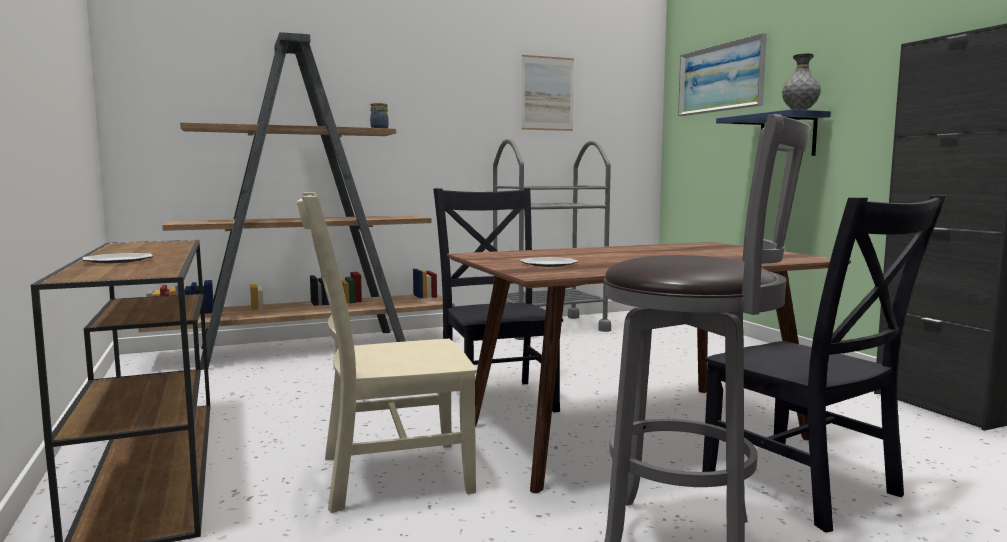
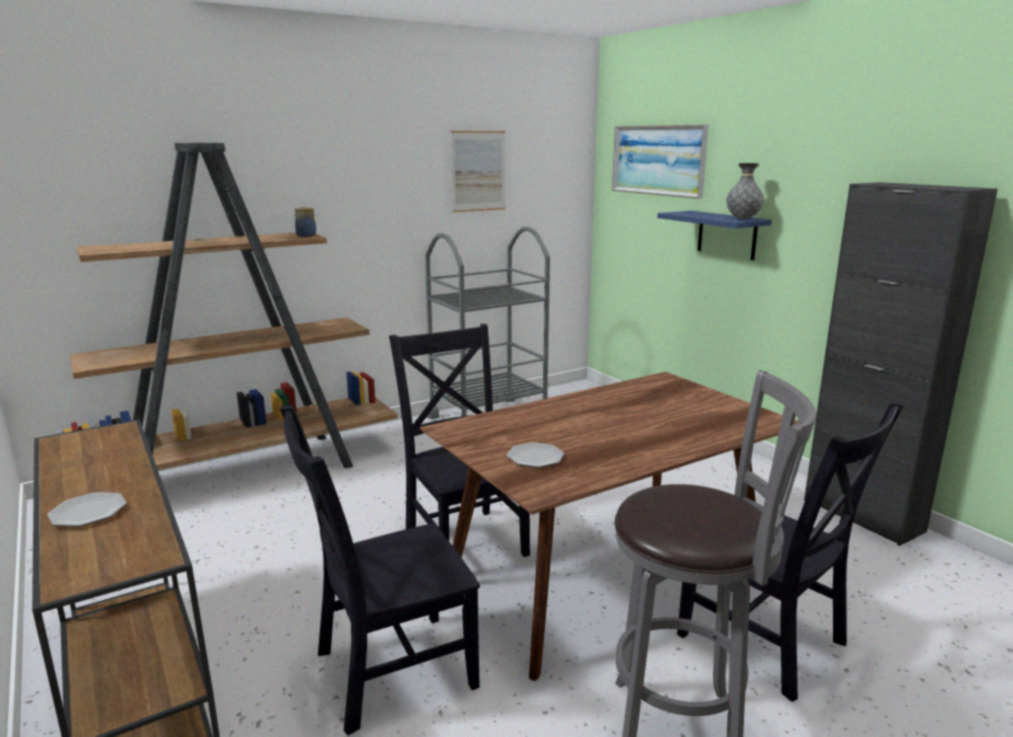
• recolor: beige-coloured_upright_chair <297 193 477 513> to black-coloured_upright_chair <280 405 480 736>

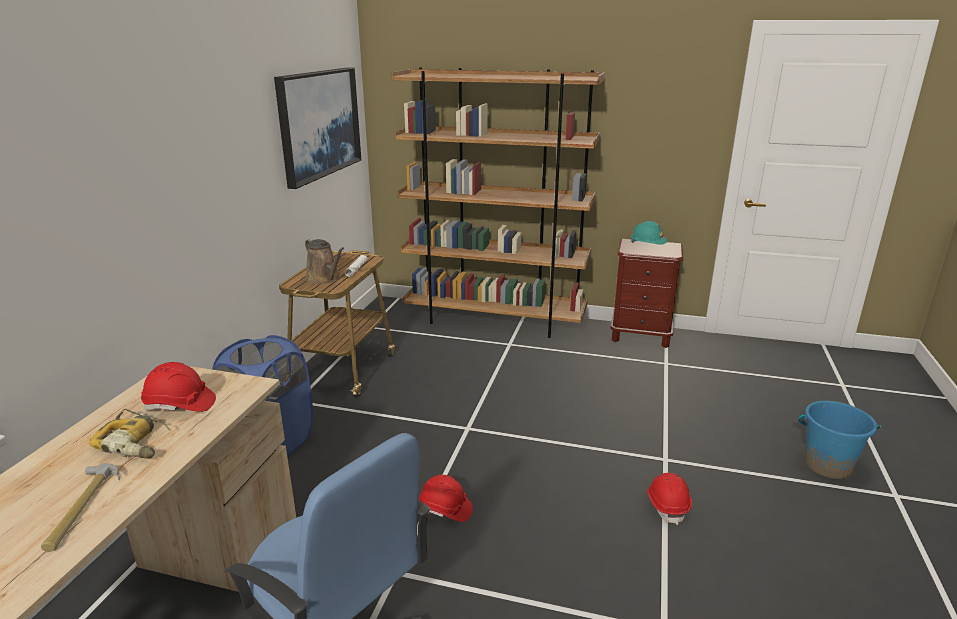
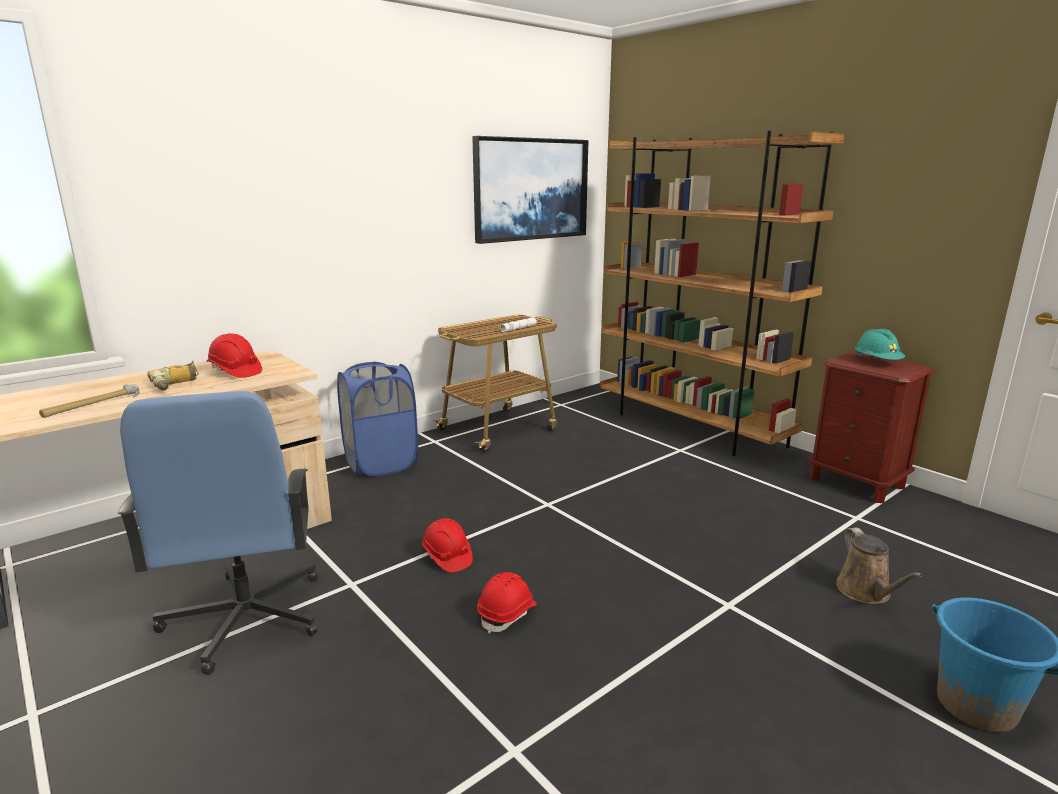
• move: brownish_sprinkling_can <305 238 344 284> to <836 528 923 604>
• move: red_work_helmet <646 473 692 525> to <477 572 537 634>

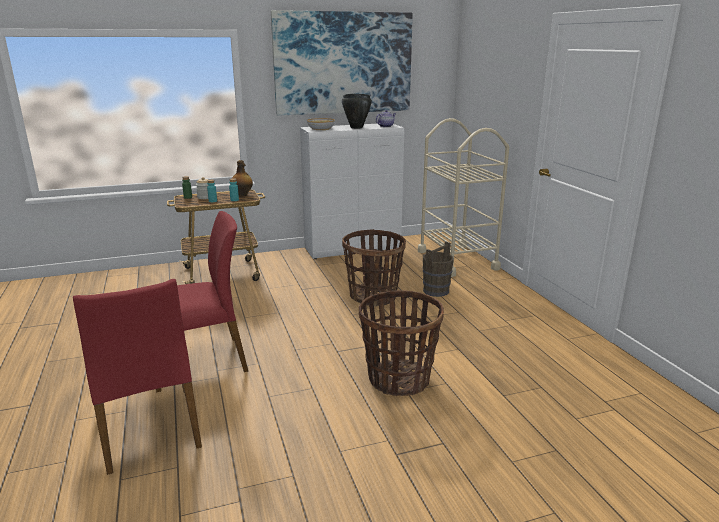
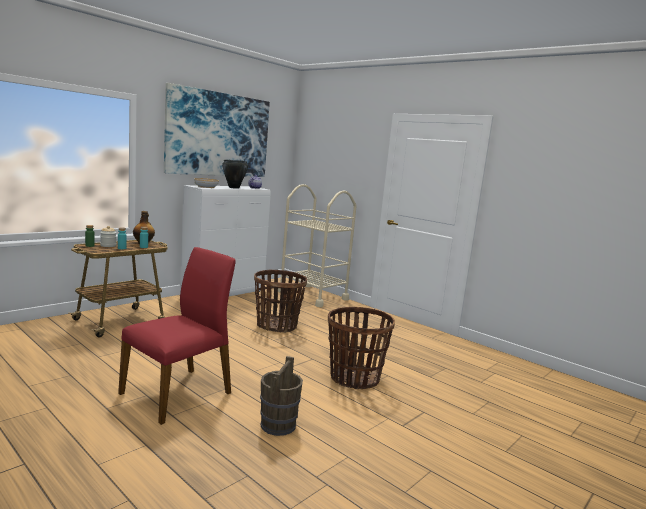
• delete: red_upright_chair <73 279 202 475>
• move: brownish_water_bucket <423 242 454 297> to <260 356 303 436>

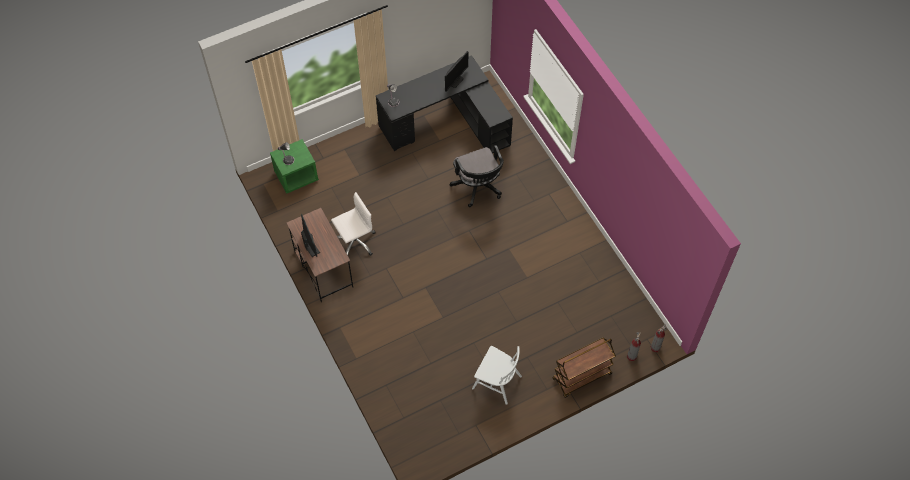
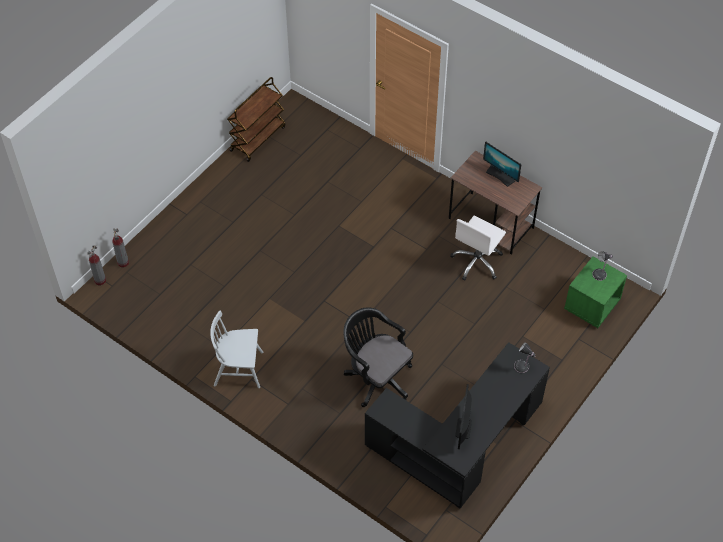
• move: white-coloured_upright_chair <472 346 522 405> to <210 311 263 388>
• move: brownish_trolley <553 338 616 398> to <227 77 286 162>

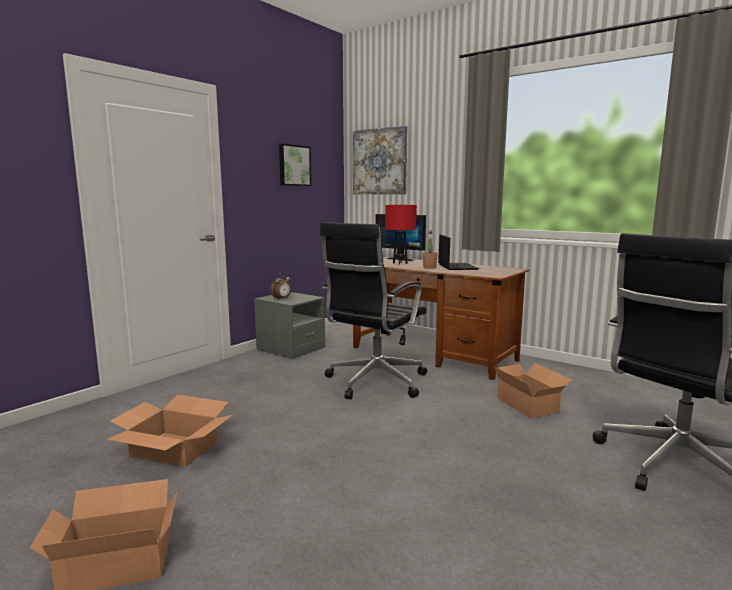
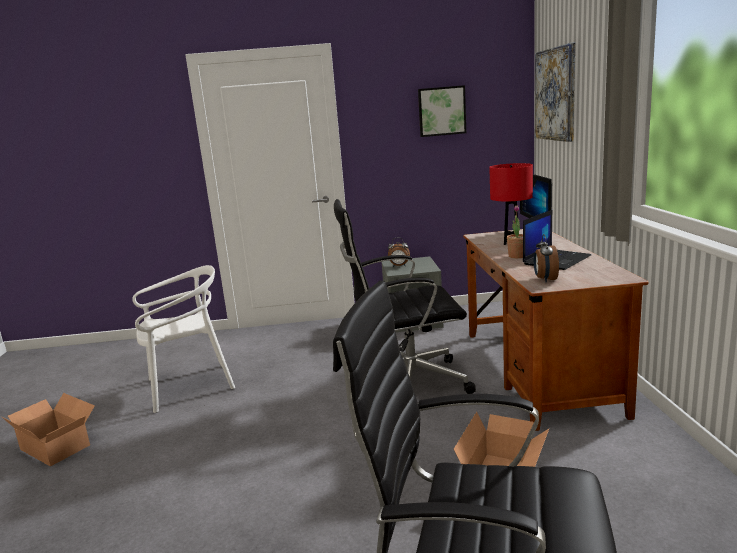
• replace: cardboard_box <106 395 233 467> to white-coloured_upright_chair <132 265 235 413>
• insert: table_clock <534 234 559 283>

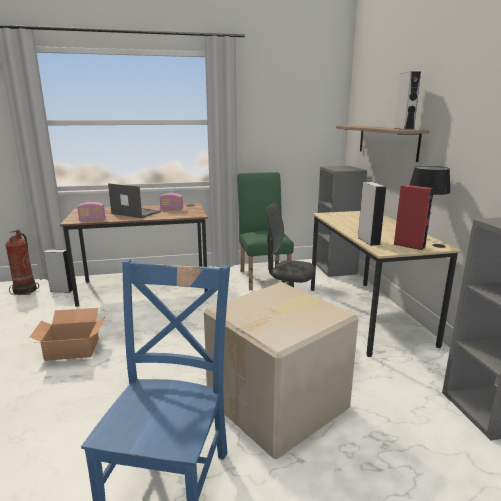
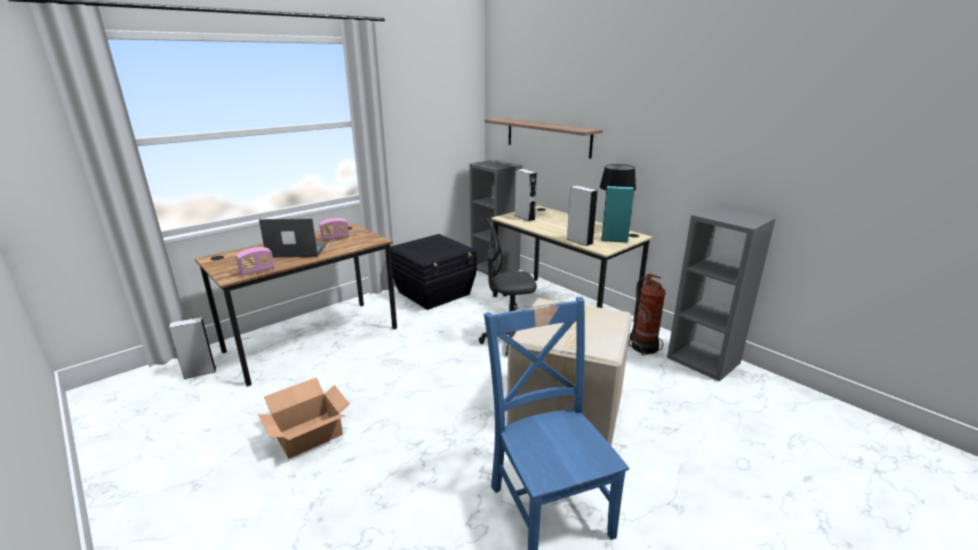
• move: fire_extinguisher <5 230 39 295> to <628 274 666 355>
• replace: green-coloured_upright_chair <237 172 294 290> to black-coloured_storage_container <390 234 477 310>
• recolor: red_audio_speaker <393 185 434 250> to turquoise_audio_speaker <601 186 634 243>
• move: gray_audio_speaker <394 71 421 130> to <515 169 537 221>

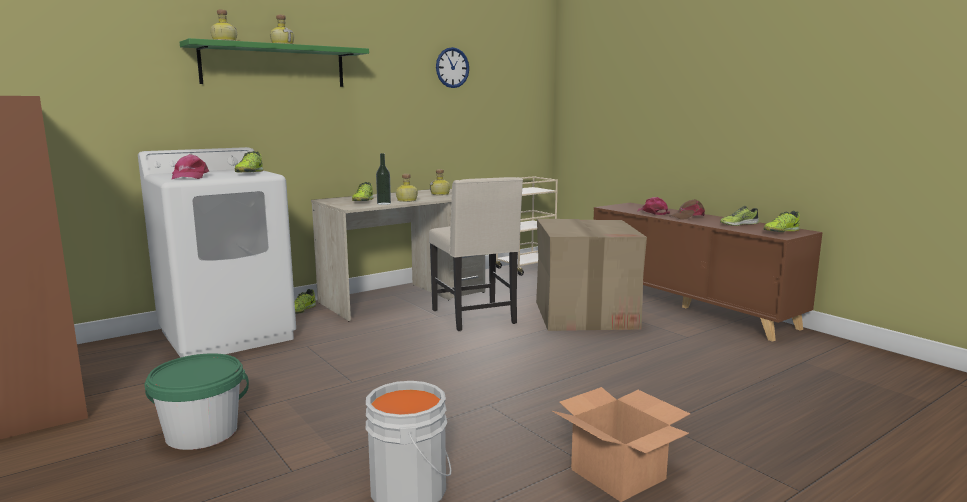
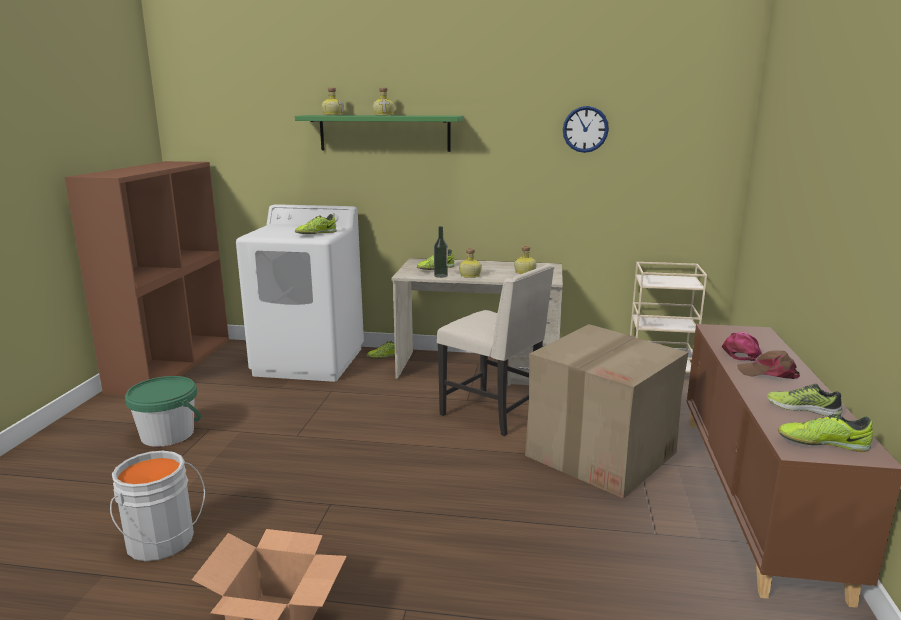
• delete: pink_peaked_cap <172 154 209 179>
• rotate: beige-coloured_upright_chair <429 177 523 331> = <437 264 554 436> 75 degrees counterclockwise

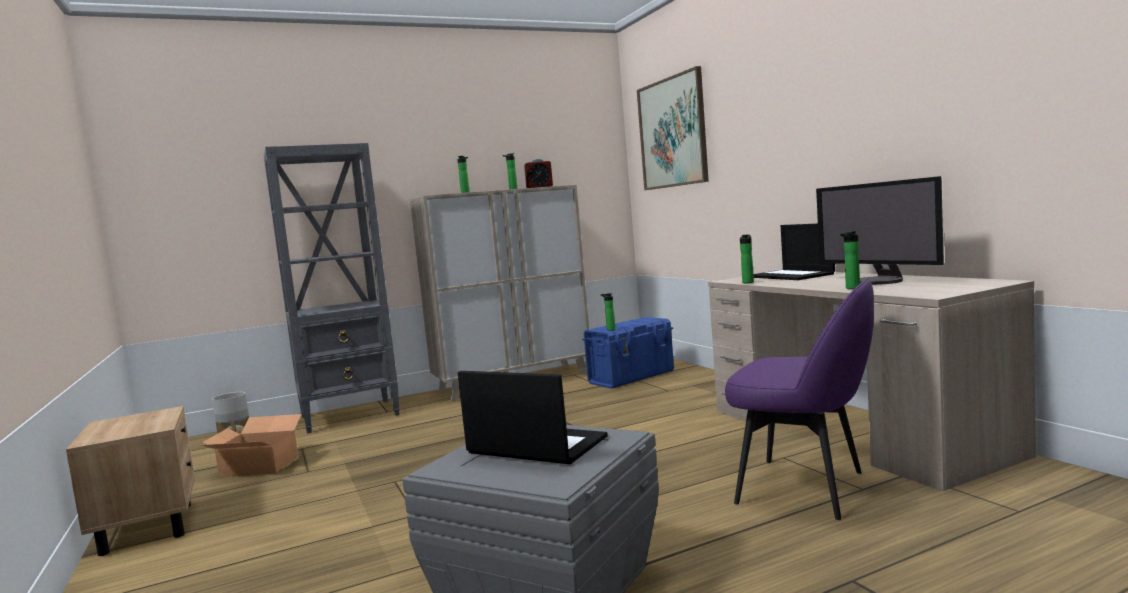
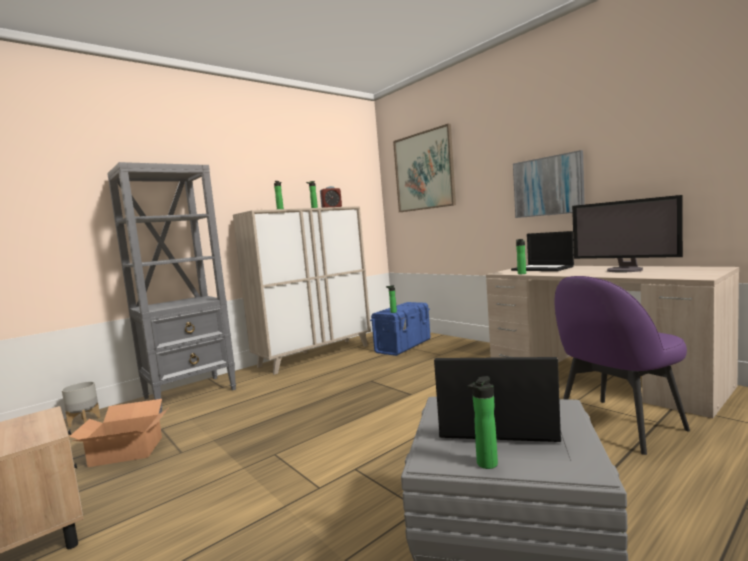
• rotate: purple-coloured_upright_chair <725 279 874 520> = <555 276 690 455> 135 degrees clockwise
• move: beverage_bottle <840 231 860 289> to <468 376 498 469>
• insert: wall_art <513 150 585 218>

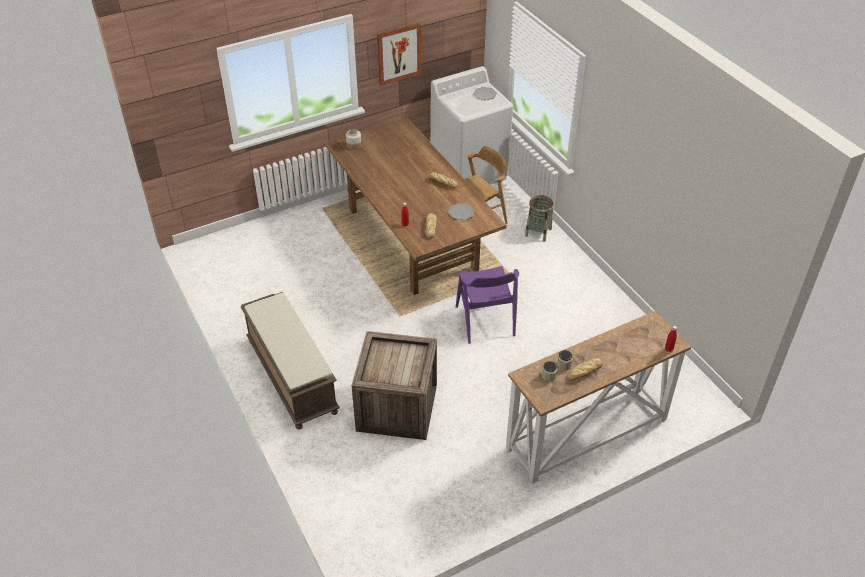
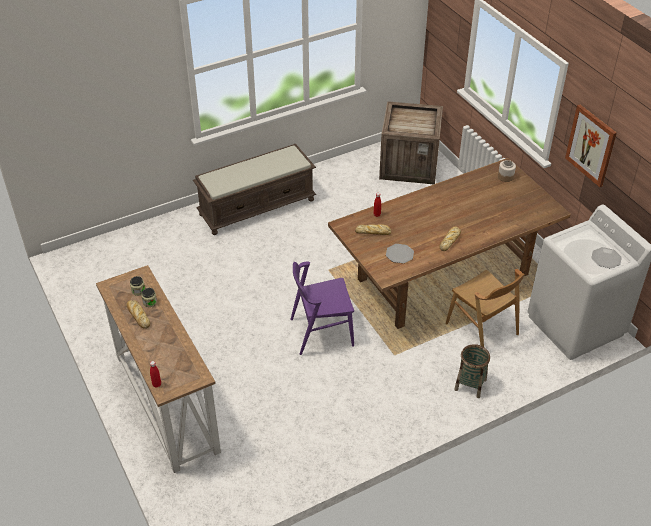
• move: packing_crate <352 331 437 440> to <379 101 443 184>

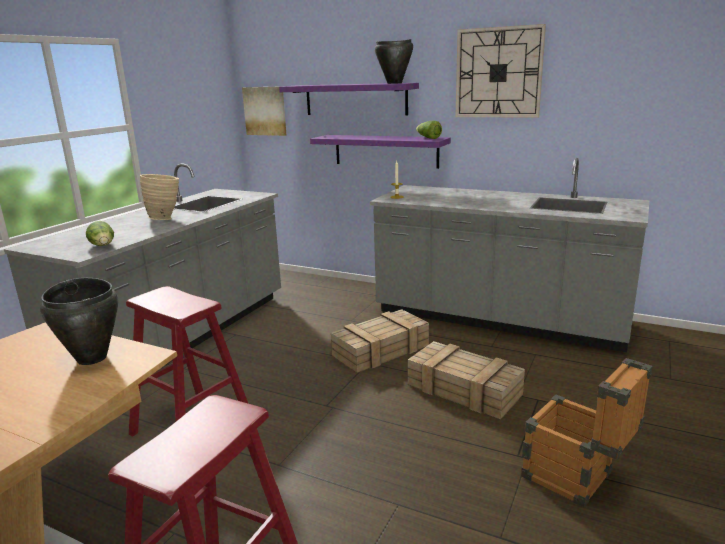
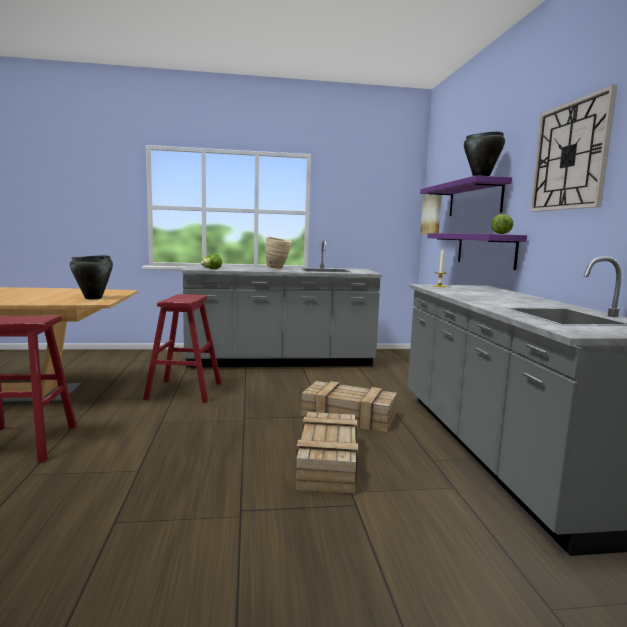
• delete: packing_crate <521 358 653 507>

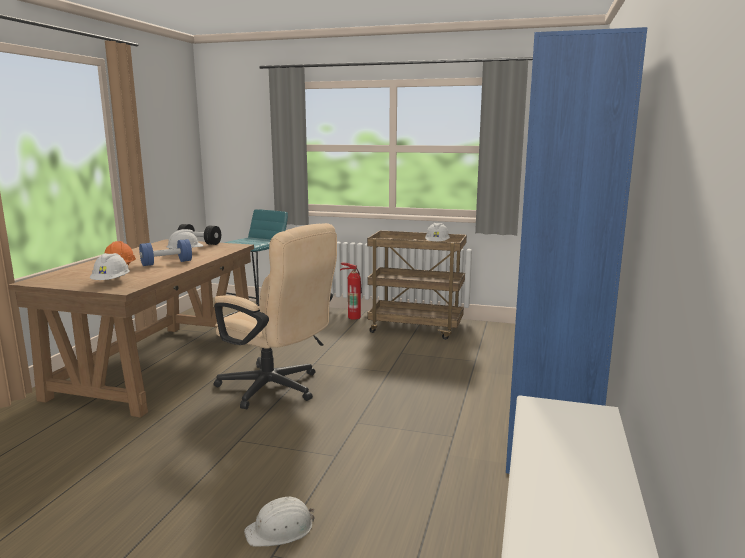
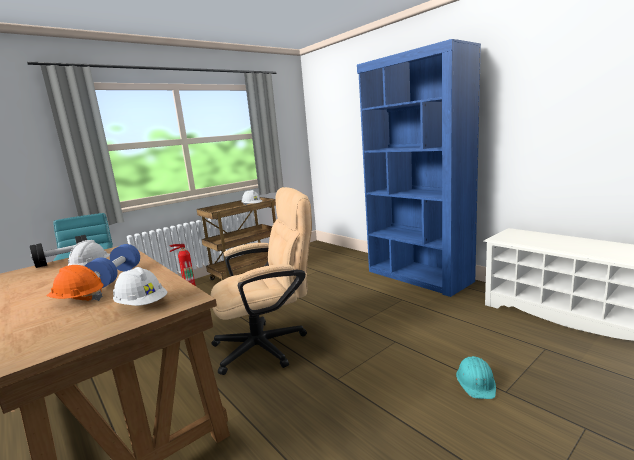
• recolor: white-coloured_work_helmet <244 497 315 547> to turquoise_work_helmet <456 356 496 399>

